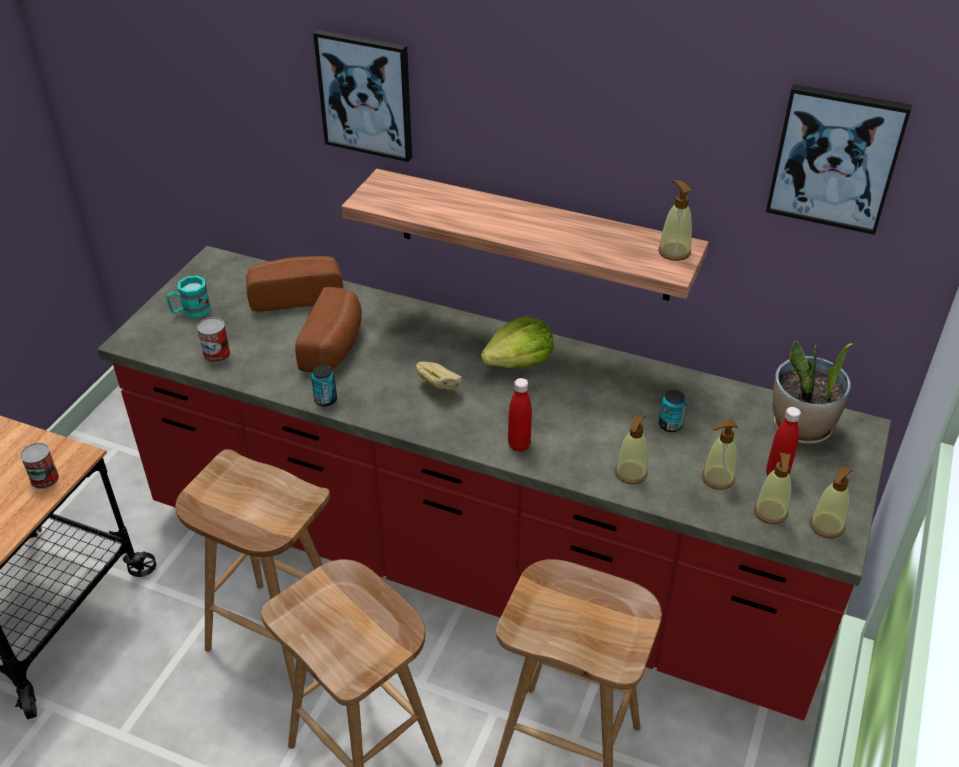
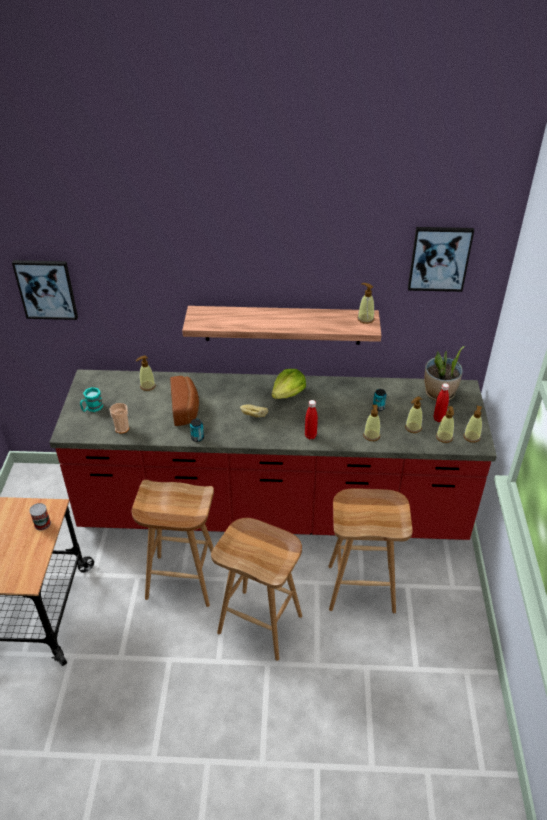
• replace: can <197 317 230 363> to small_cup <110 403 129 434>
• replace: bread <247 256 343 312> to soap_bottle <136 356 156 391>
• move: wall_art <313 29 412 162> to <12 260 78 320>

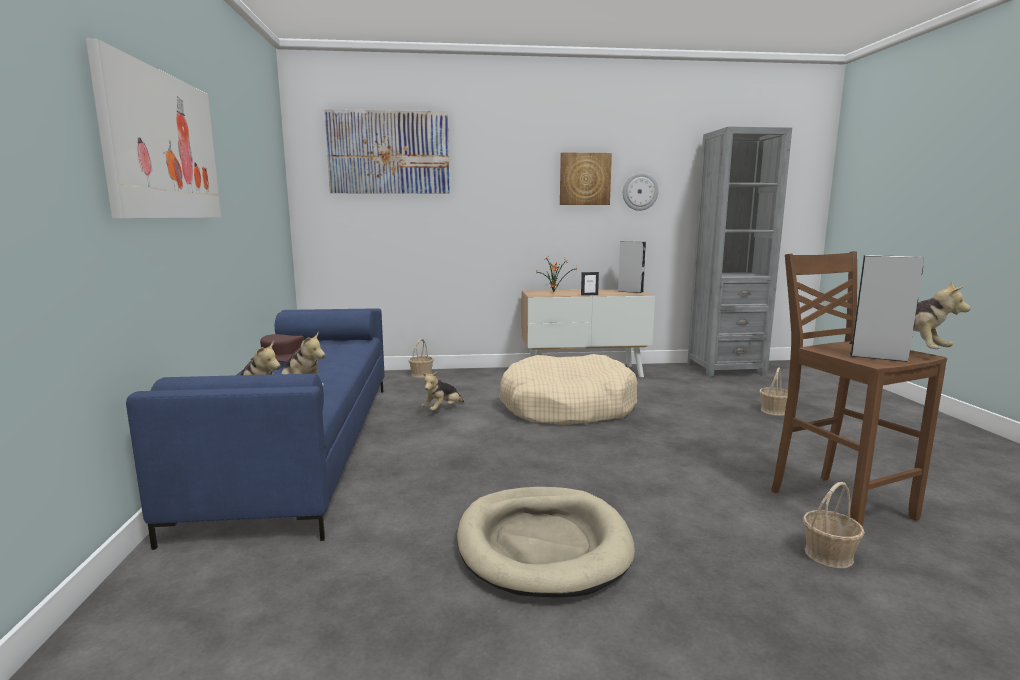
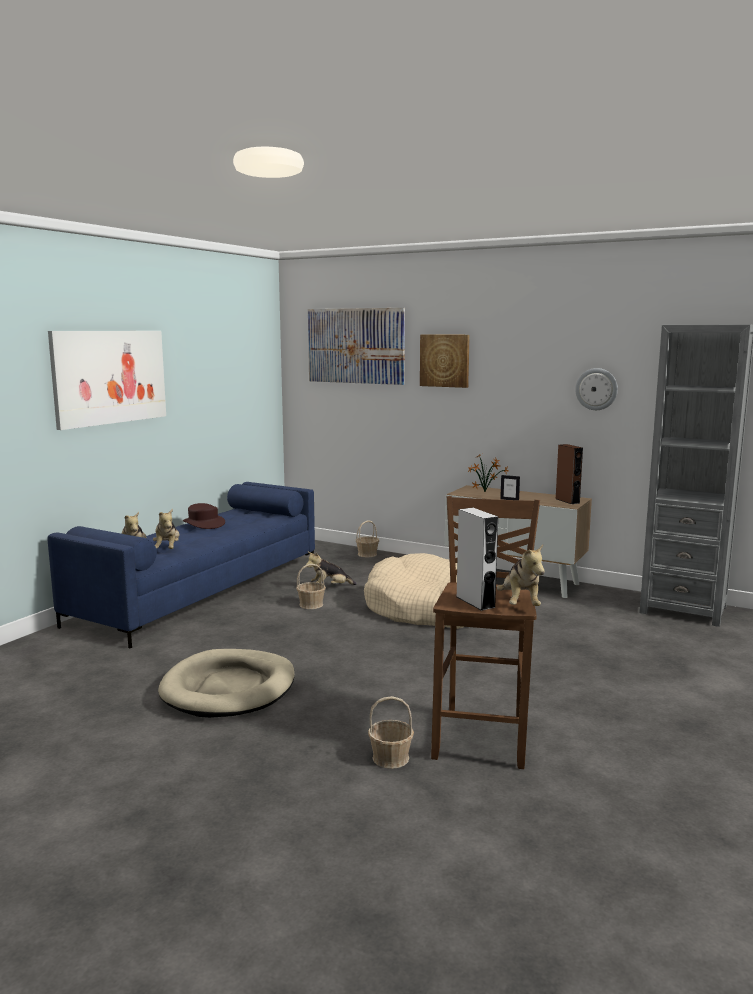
• move: wall_art <560 152 612 205> to <420 335 470 388>
• recolor: gray_audio_speaker <617 241 646 293> to brownish_audio_speaker <556 444 583 504>
• move: household_basket <759 367 788 416> to <296 564 326 609>

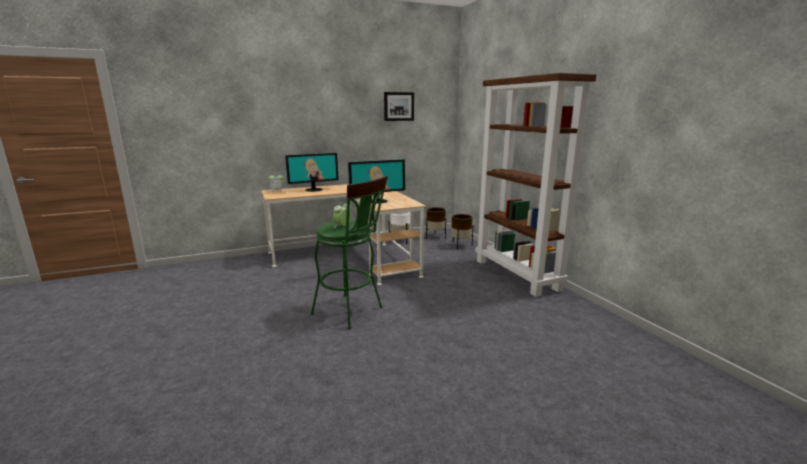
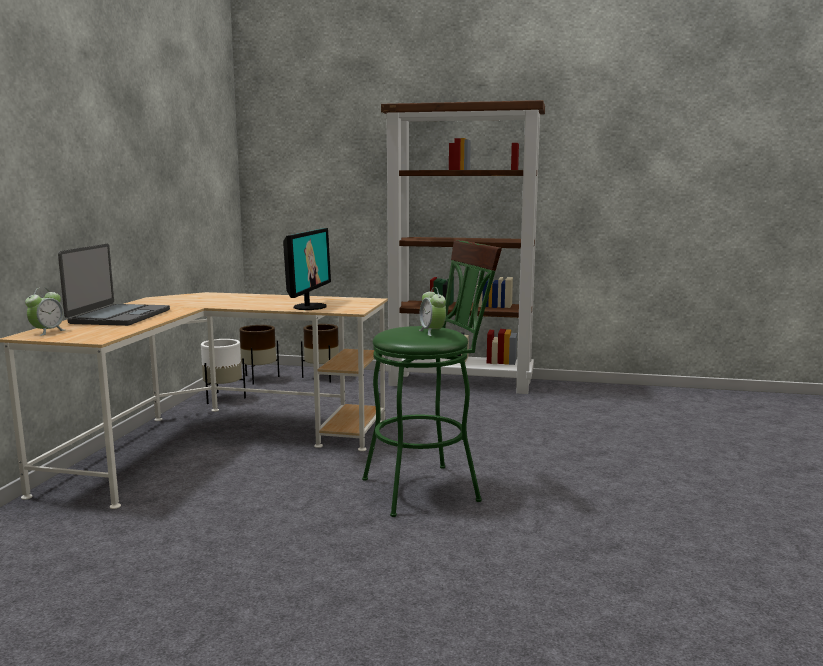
• replace: computer_display <285 153 339 192> to portable_computer <58 244 170 326>
• delete: wall_art <384 92 414 121>

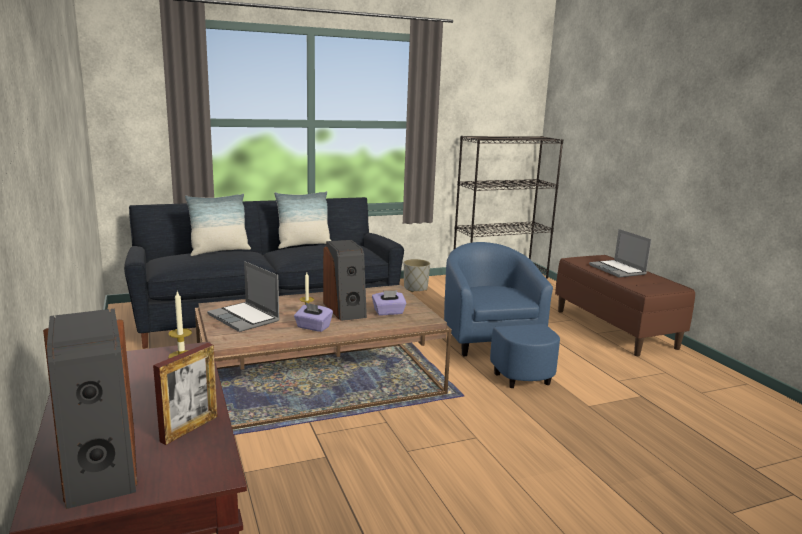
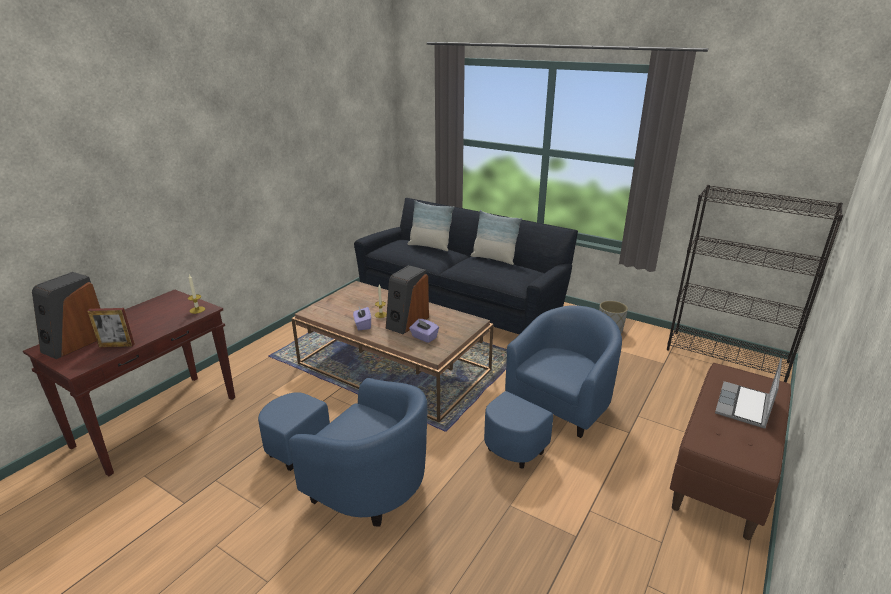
• delete: portable_computer <207 261 280 332>
• insert: blue_armchair <258 378 427 527>

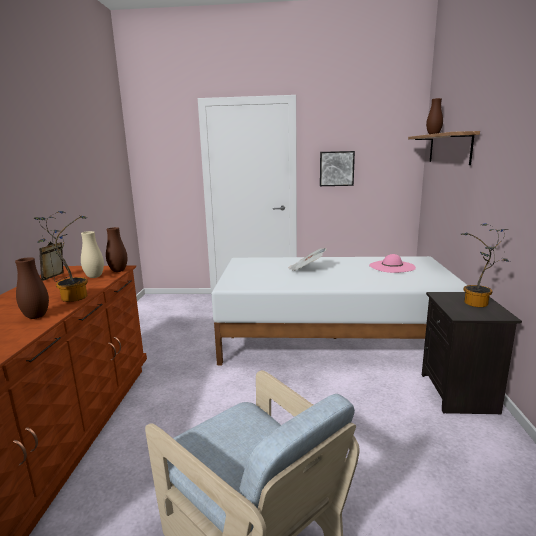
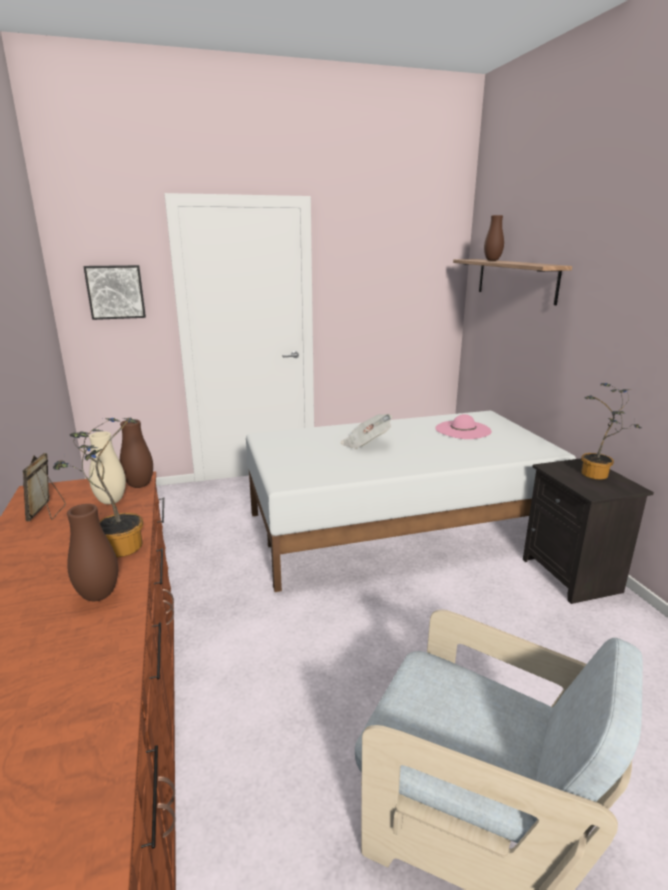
• move: wall_art <320 151 355 186> to <83 265 146 320>

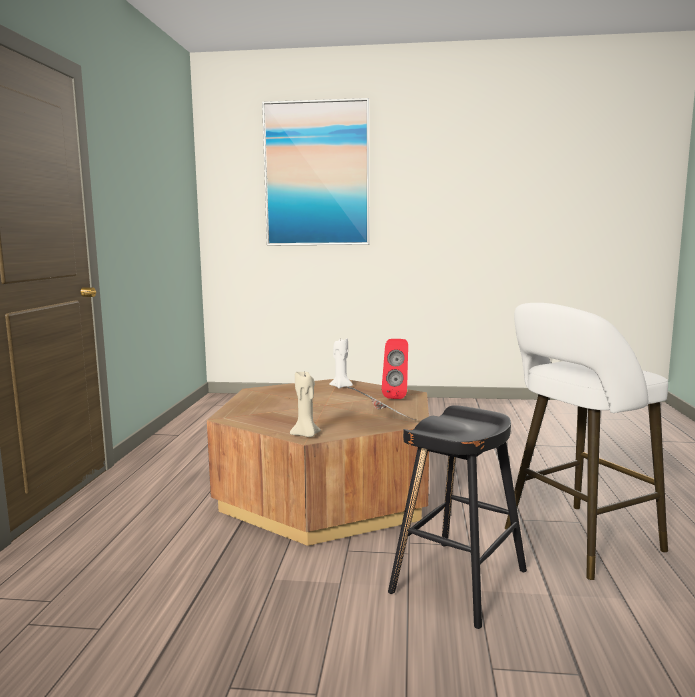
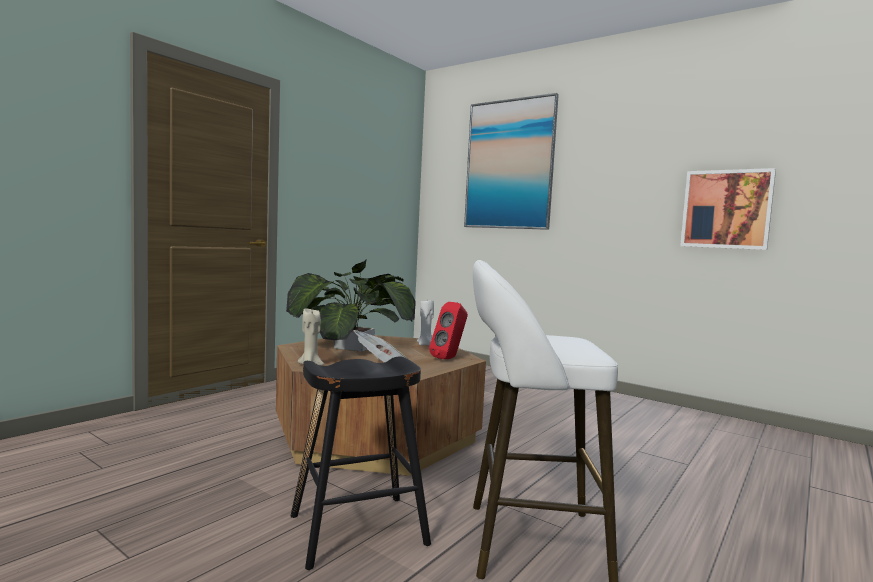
• insert: potted_plant <286 259 416 352>
• insert: wall_art <680 168 776 250>

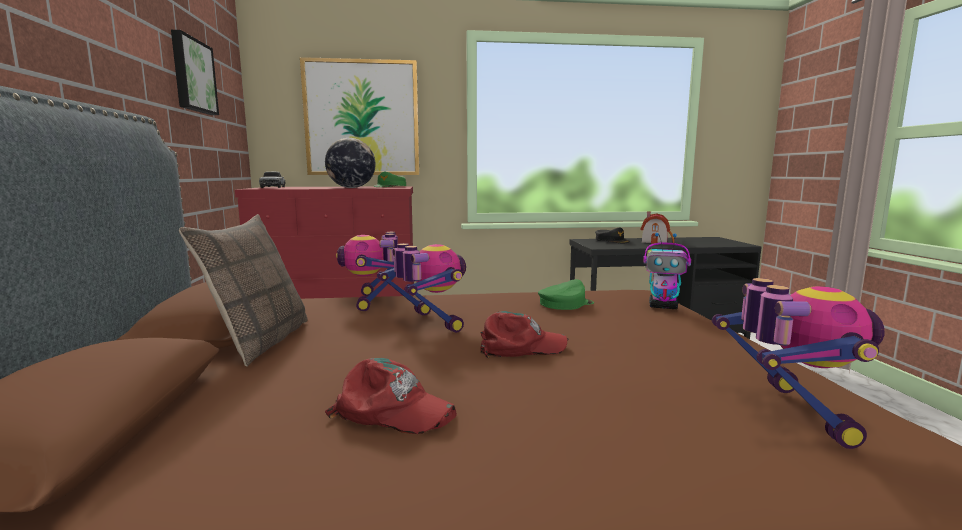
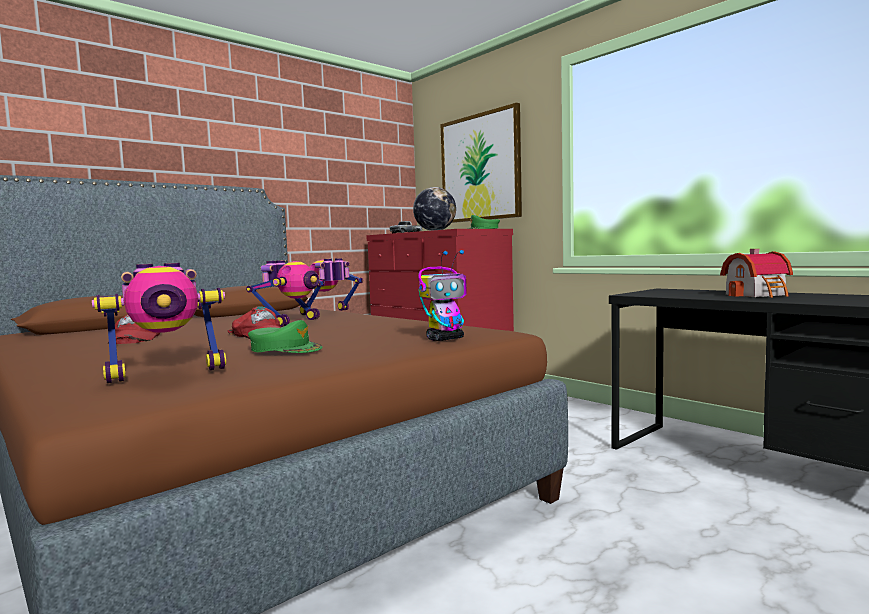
• delete: wall_art <171 30 219 115>
• delete: throw_pillow <179 214 308 367>
• move: green-coloured_peaked_cap <538 279 594 310> to <248 320 322 353>
• delete: black-coloured_peaked_cap <595 228 630 243>
• rotate: toy_robot <643 233 691 309> = <418 250 467 341> 105 degrees counterclockwise

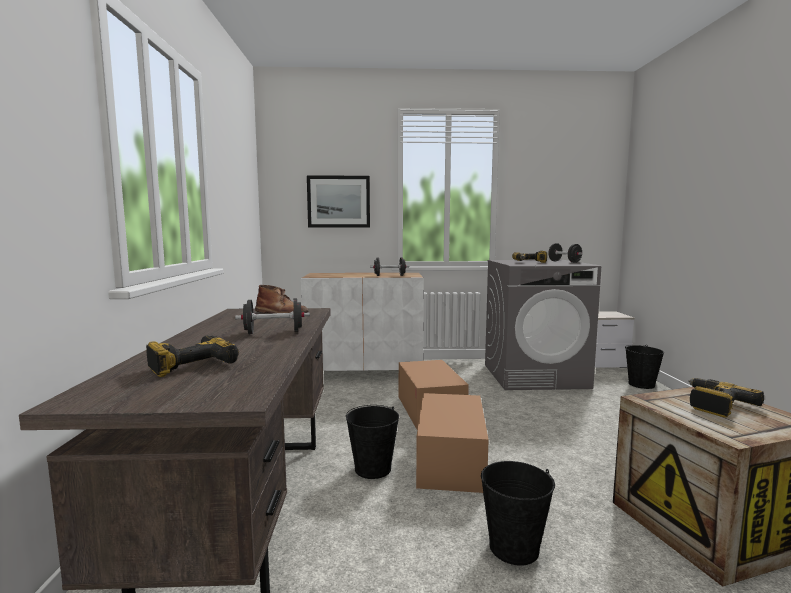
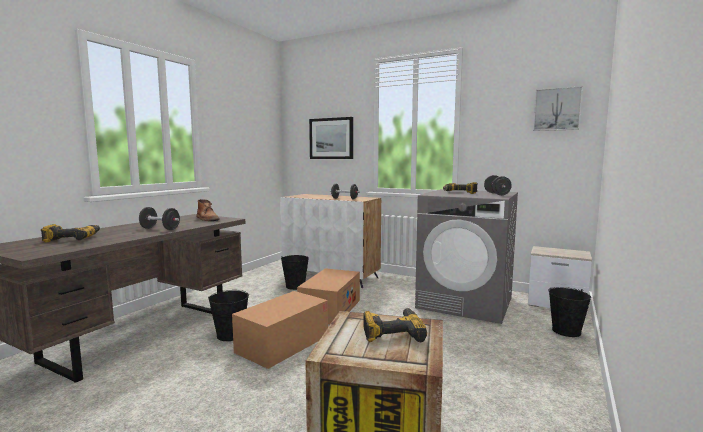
• move: black-coloured_water_bucket <481 461 555 566> to <281 255 309 290>
• insert: wall_art <533 86 583 131>

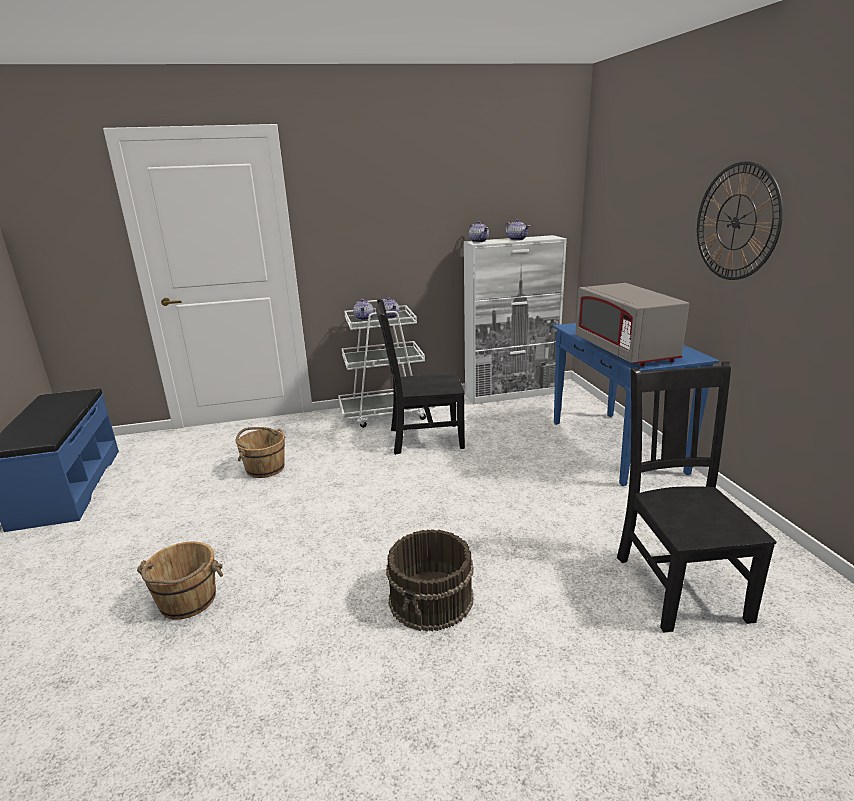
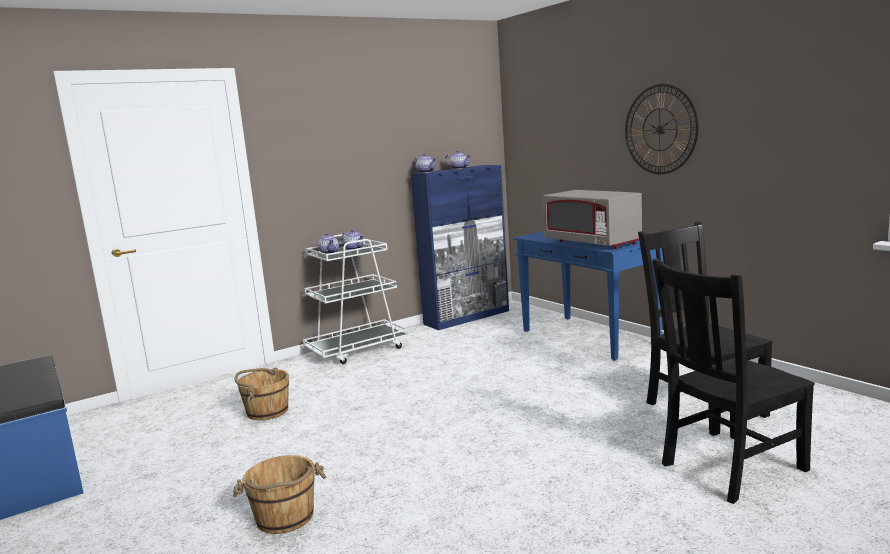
• move: black-coloured_upright_chair <376 299 465 455> to <652 259 815 504>
• delete: brownish_water_bucket <386 529 474 632>
• recolor: white-coloured_storage_cabinet <464 235 567 404> to blue_storage_cabinet <411 165 509 330>

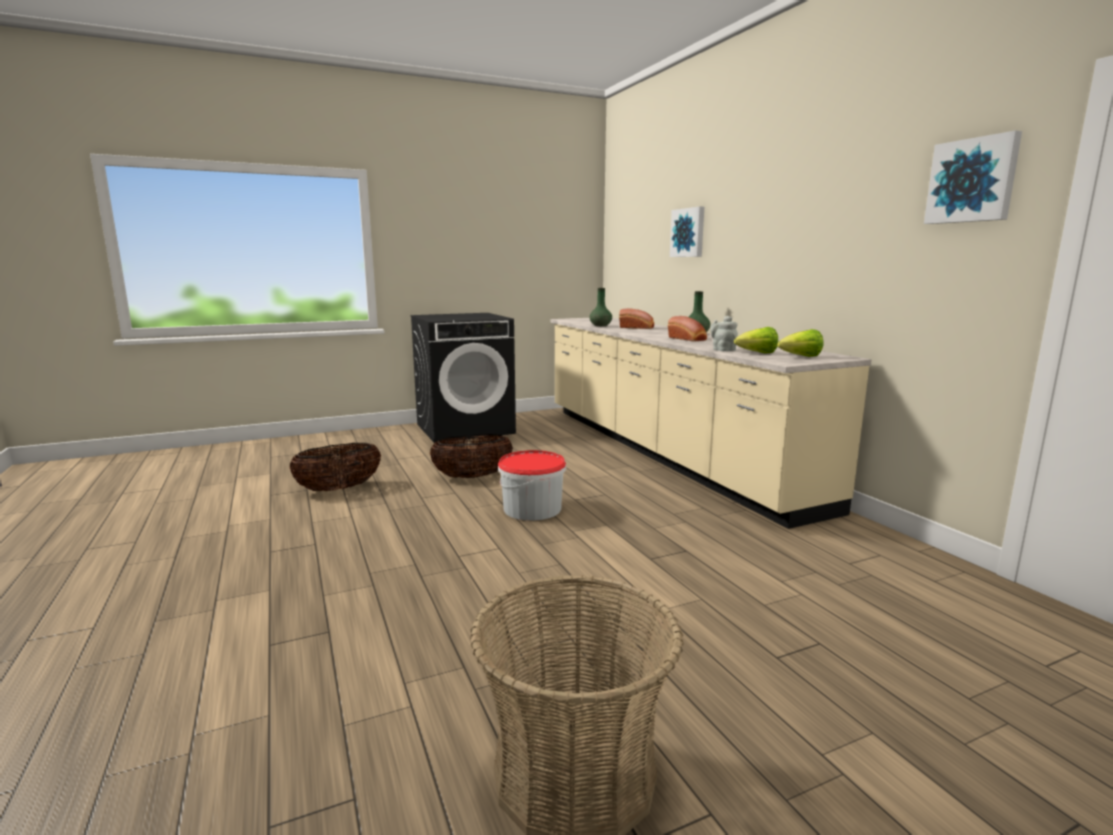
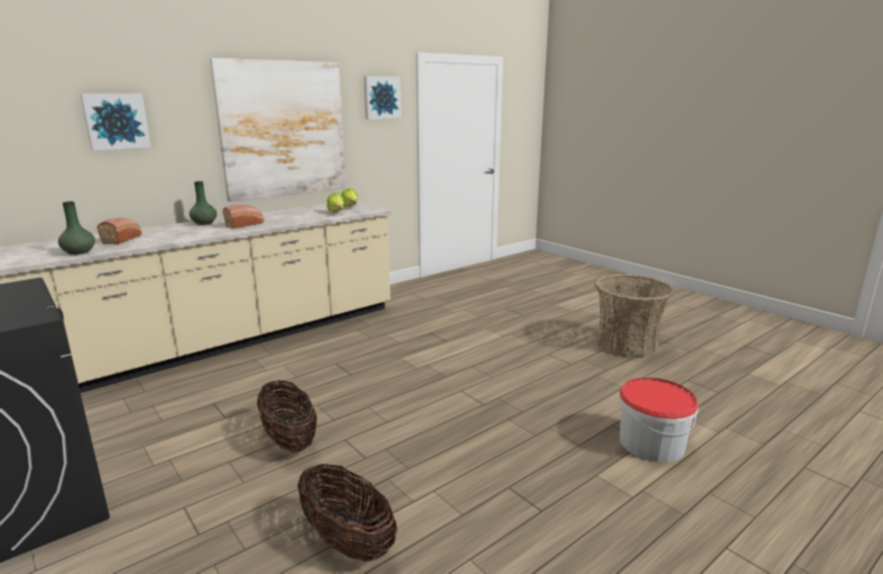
• move: water_bucket <498 450 566 521> to <619 377 698 462>
• delete: gray_tea_pot <710 316 738 351>
• insert: wall_art <210 58 346 202>

